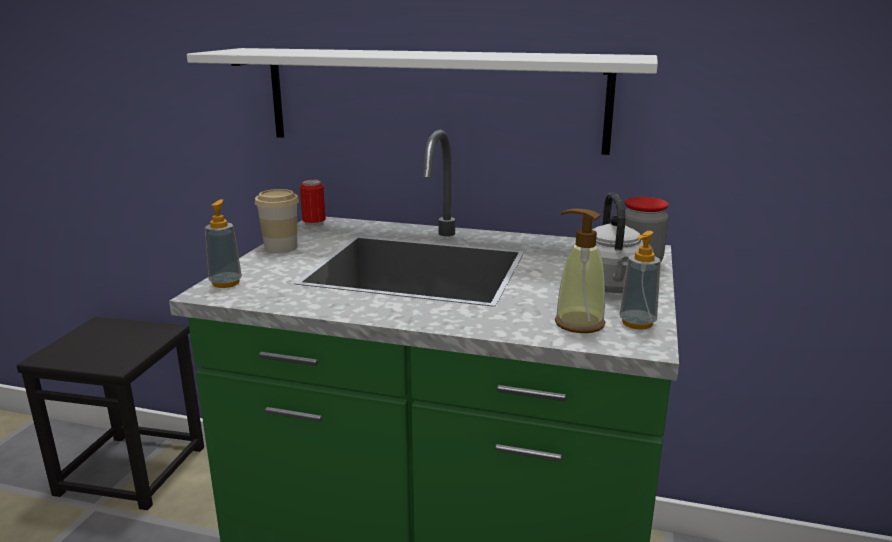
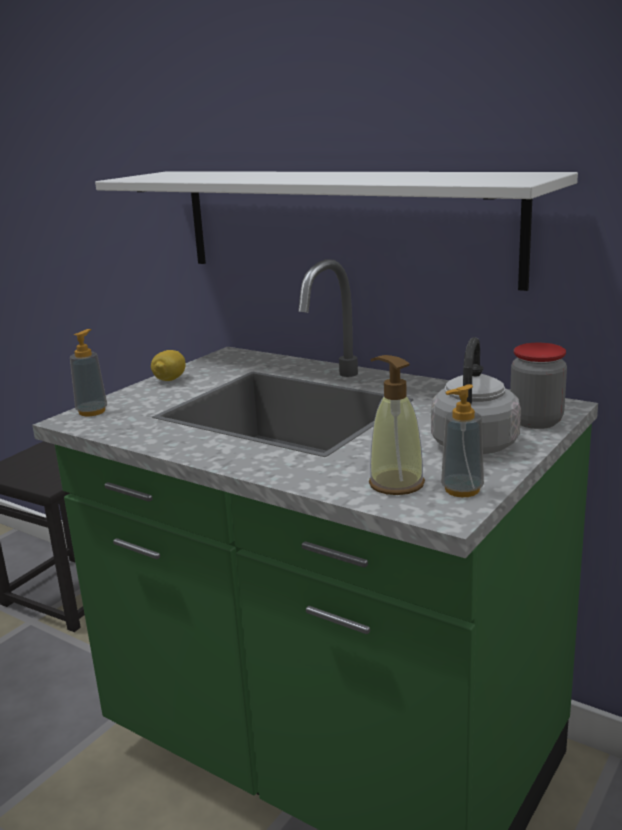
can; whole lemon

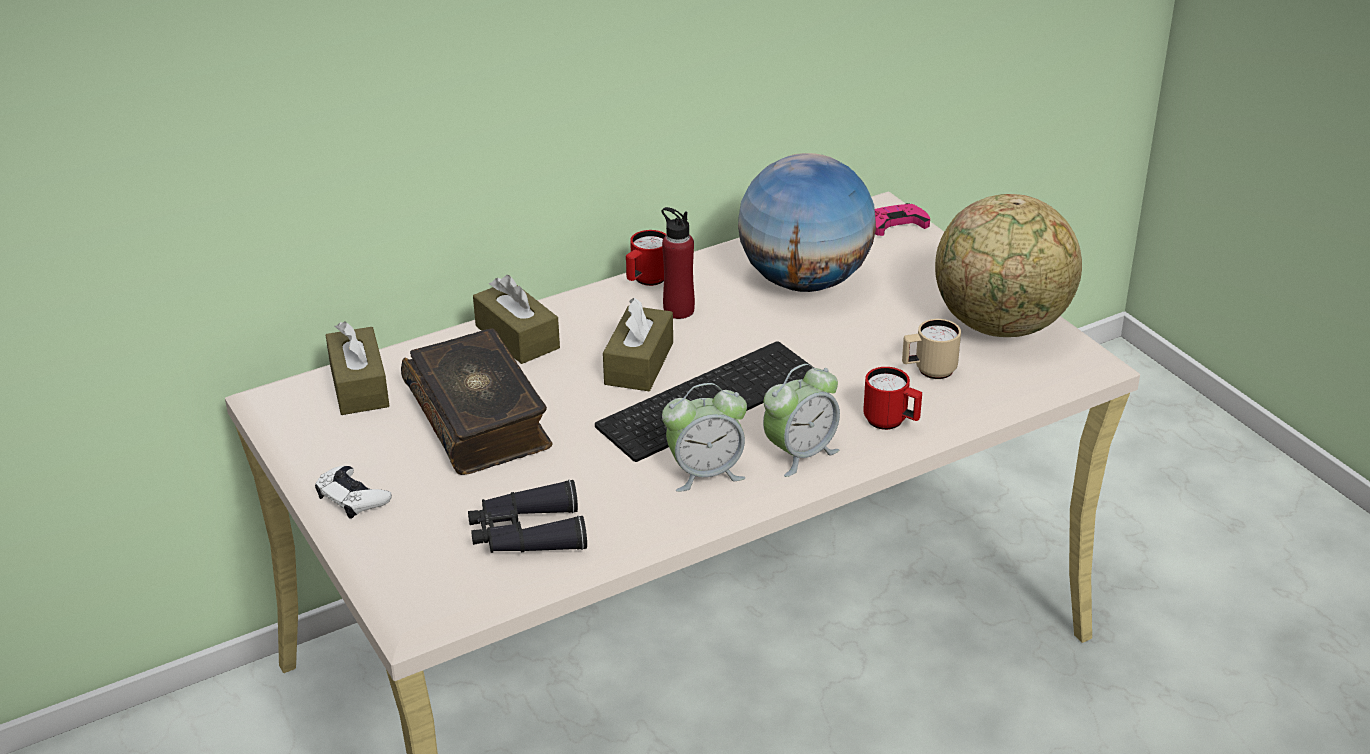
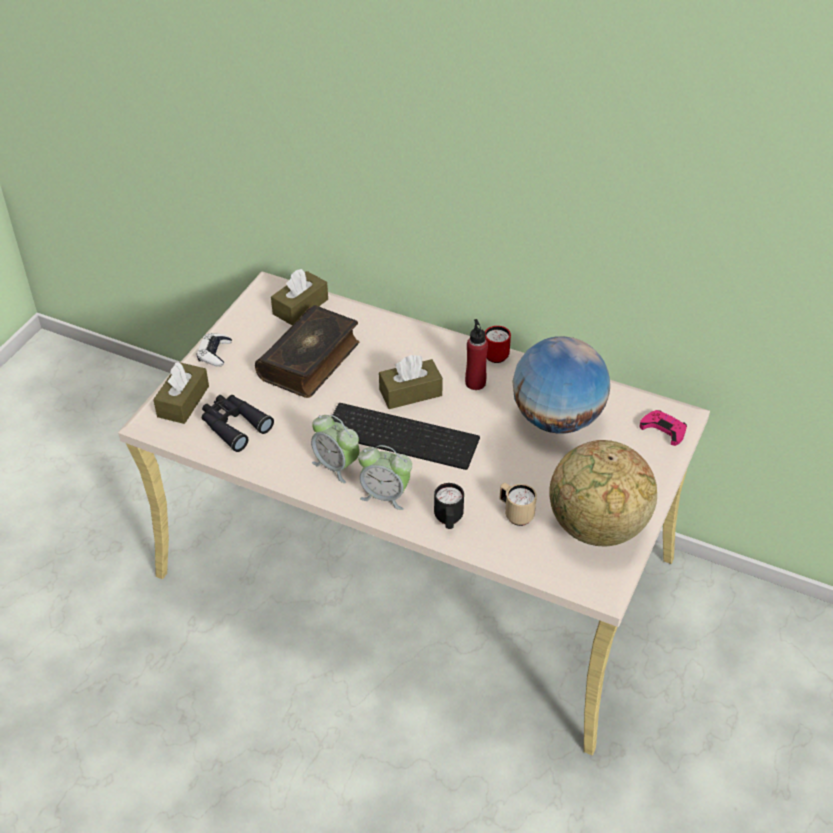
brown-coloured tissue holder (1st from left); black tea mug

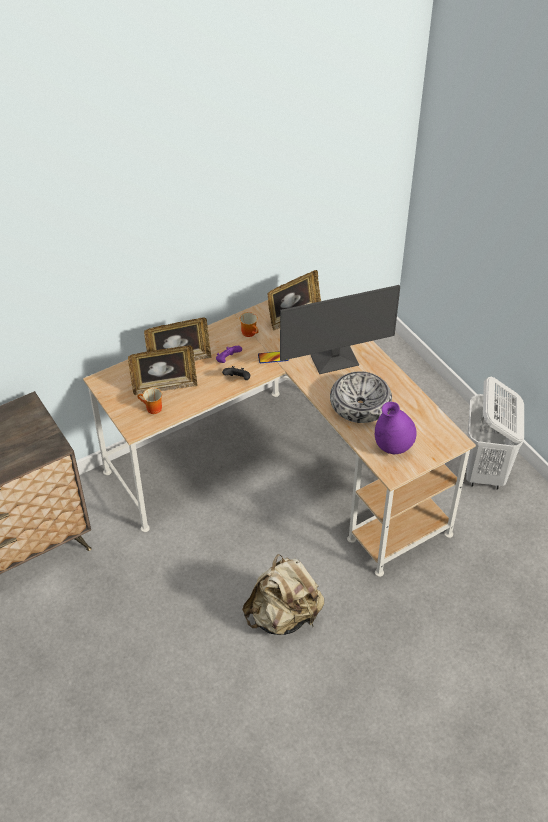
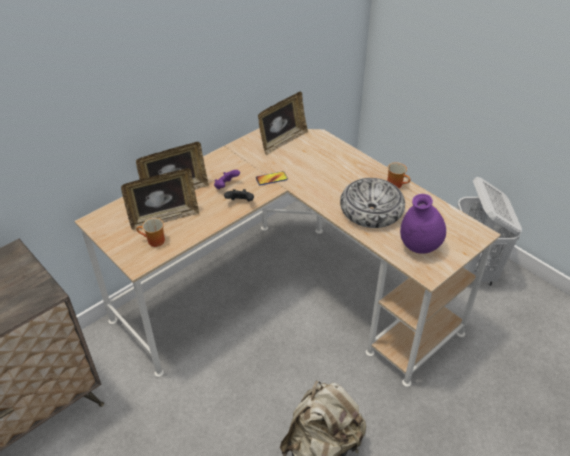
computer screen; tea mug (2nd from left)

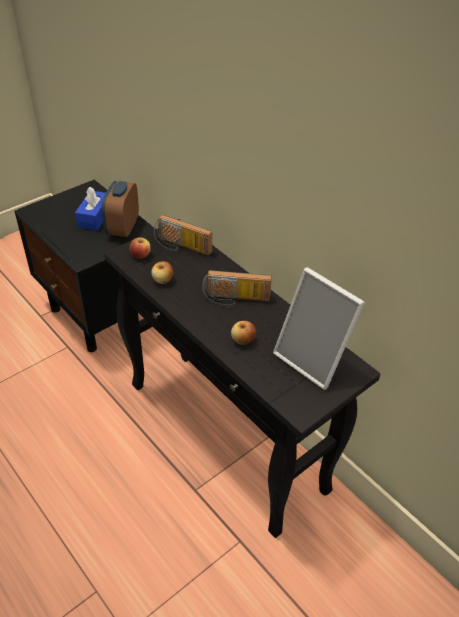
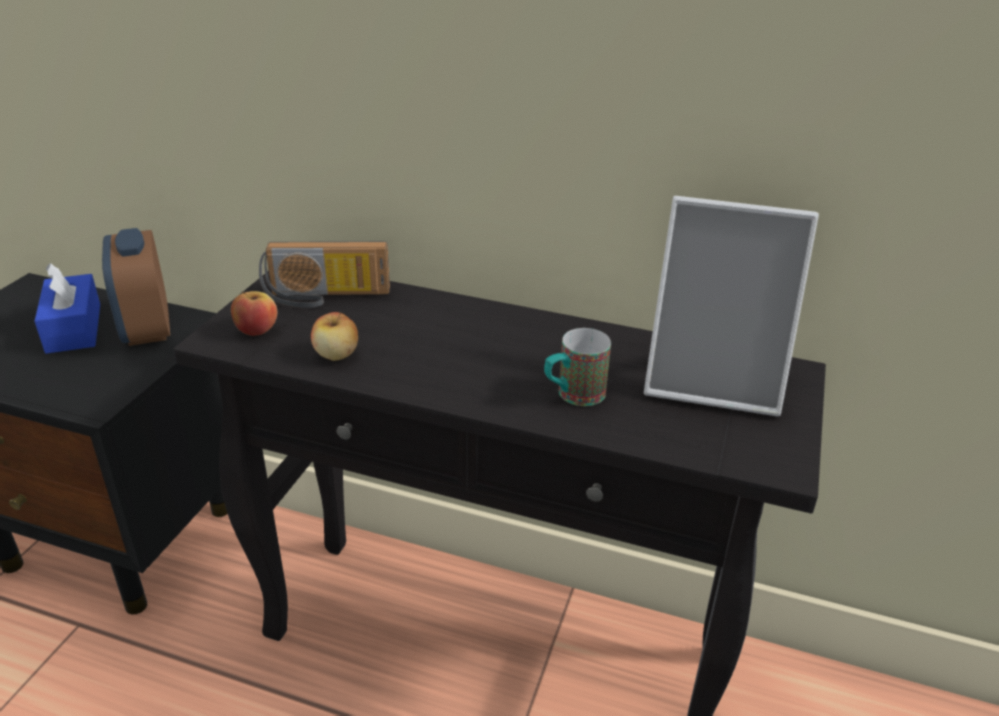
radio receiver (2nd from left in the first image); tea mug

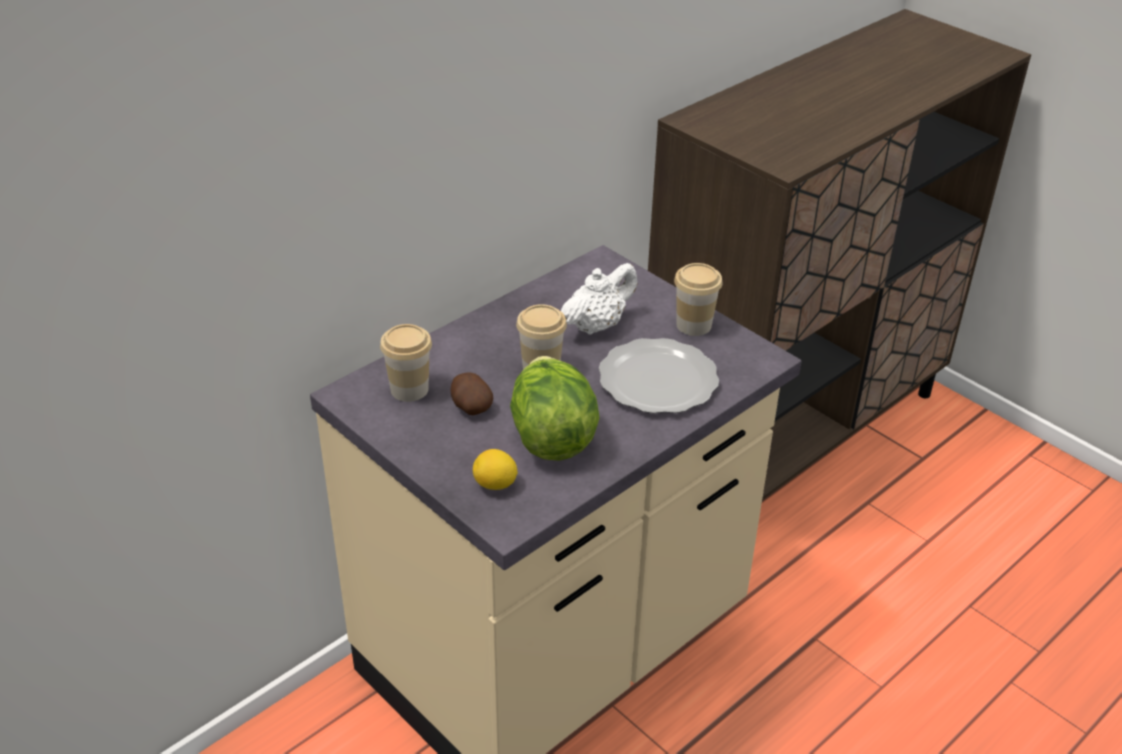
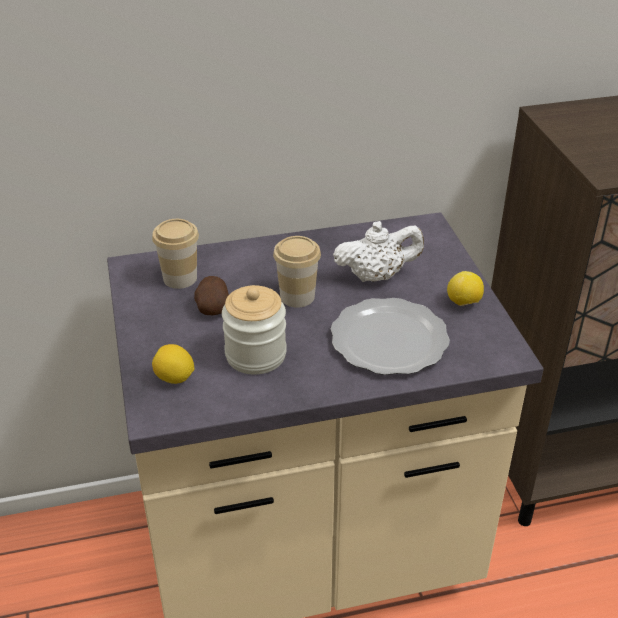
whole lemon (2nd from left); jar

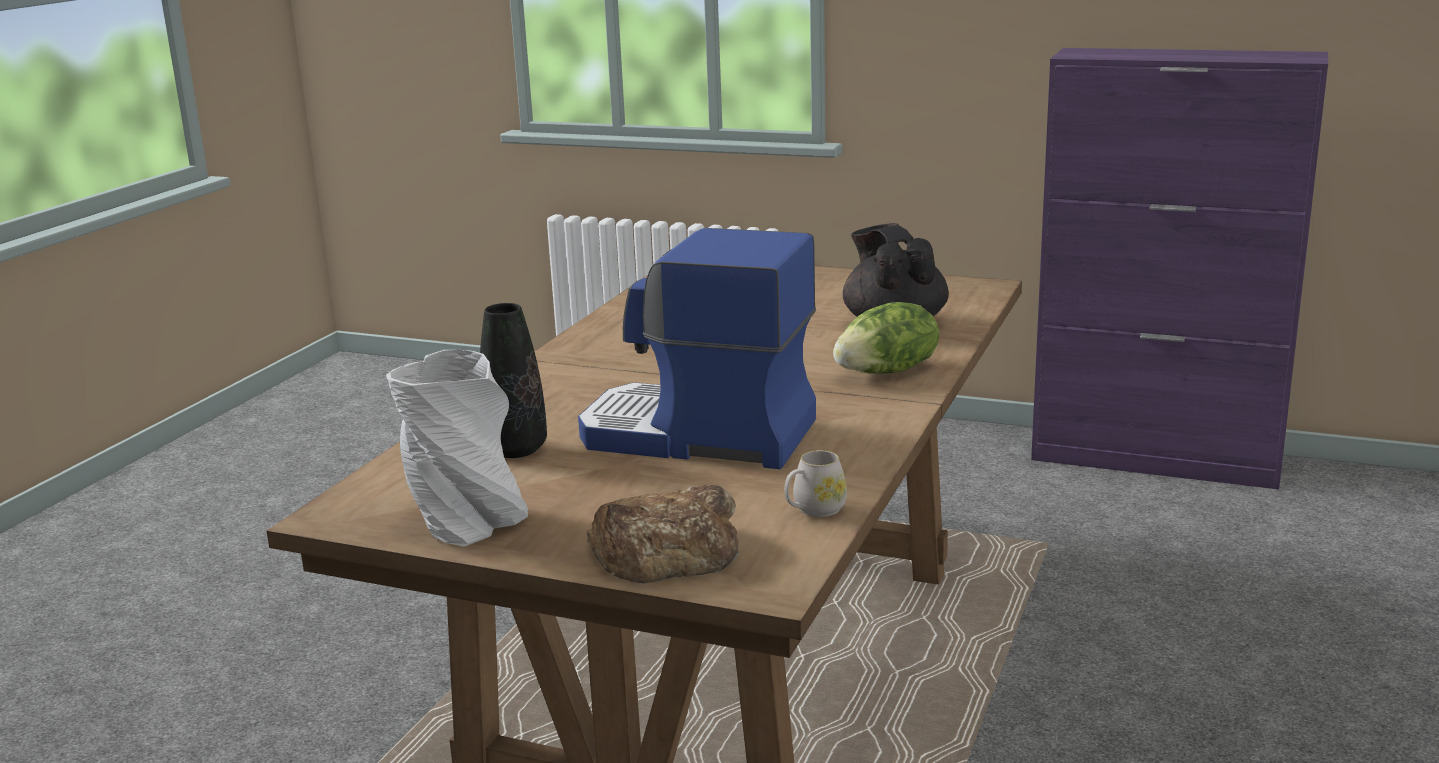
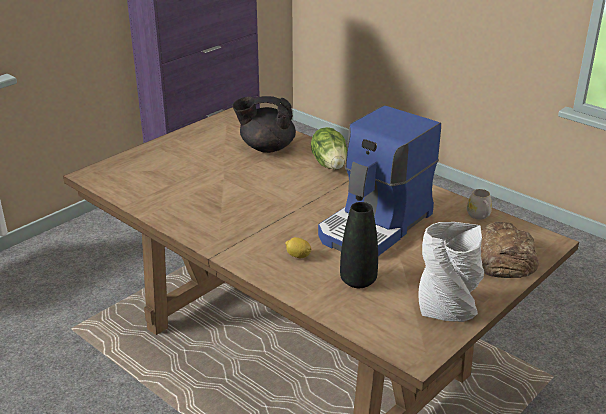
whole lemon

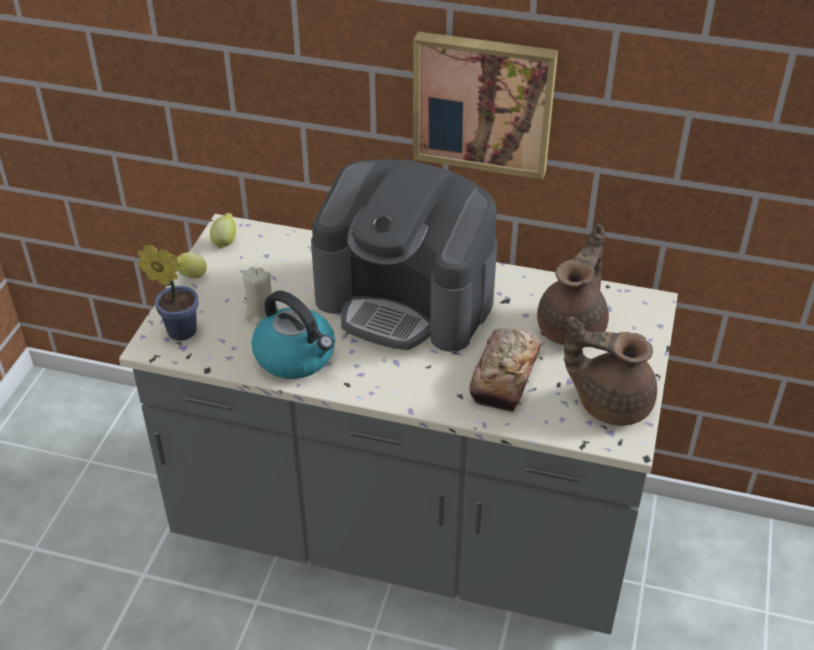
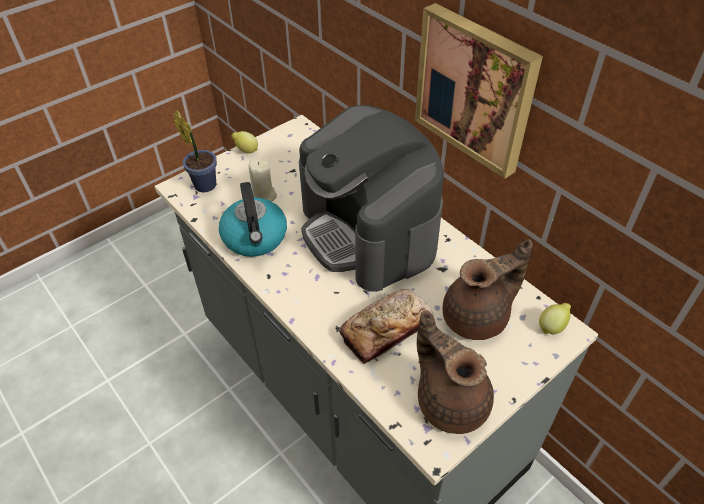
whole lemon (2nd from left)

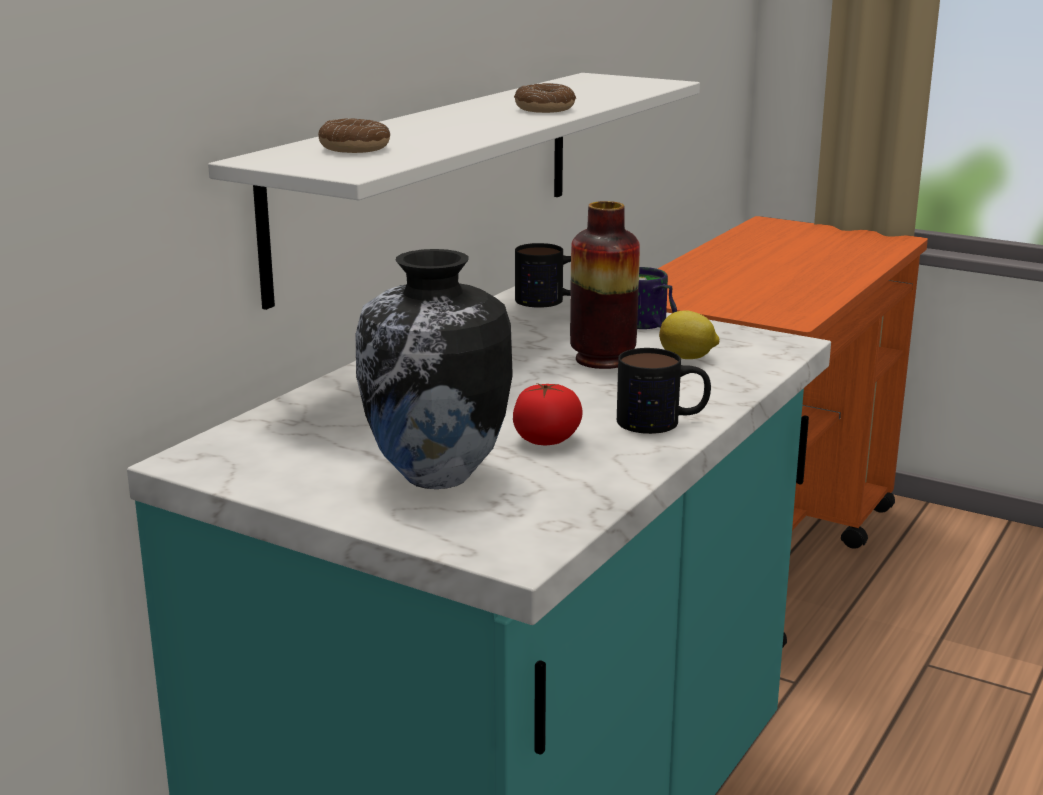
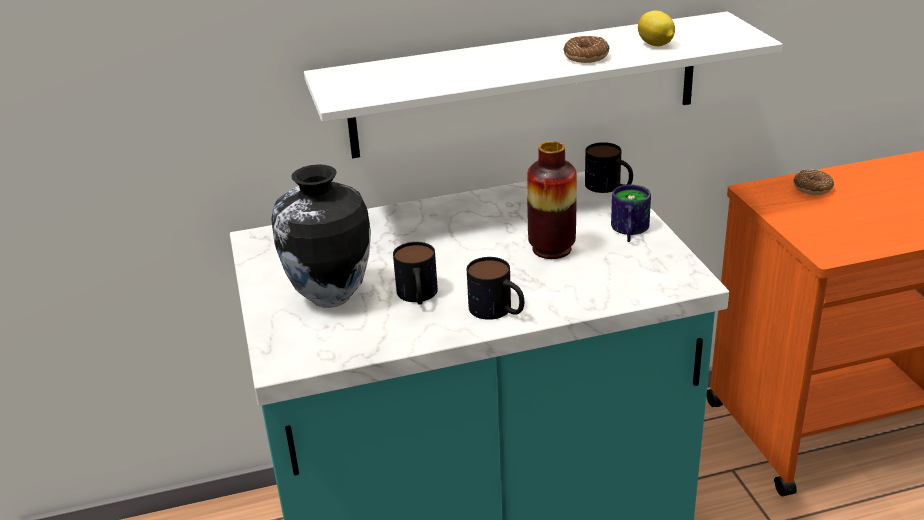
donut (2nd from left); whole lemon; tea mug (1st from left)

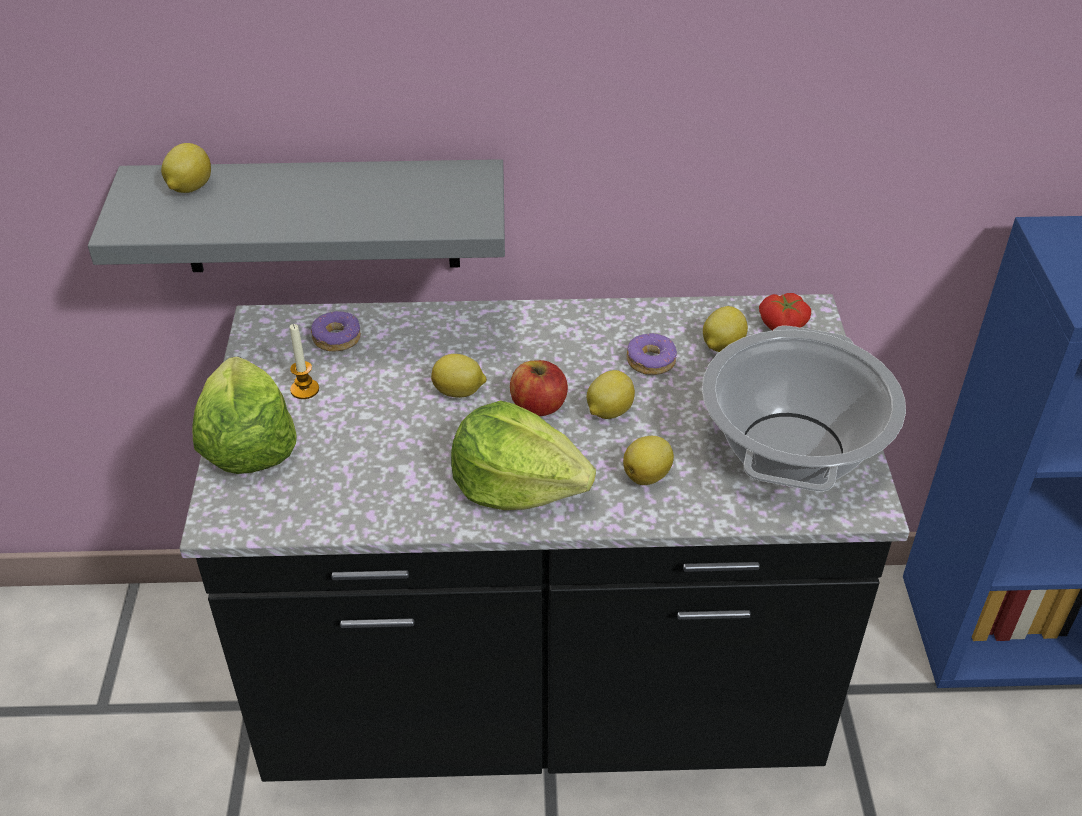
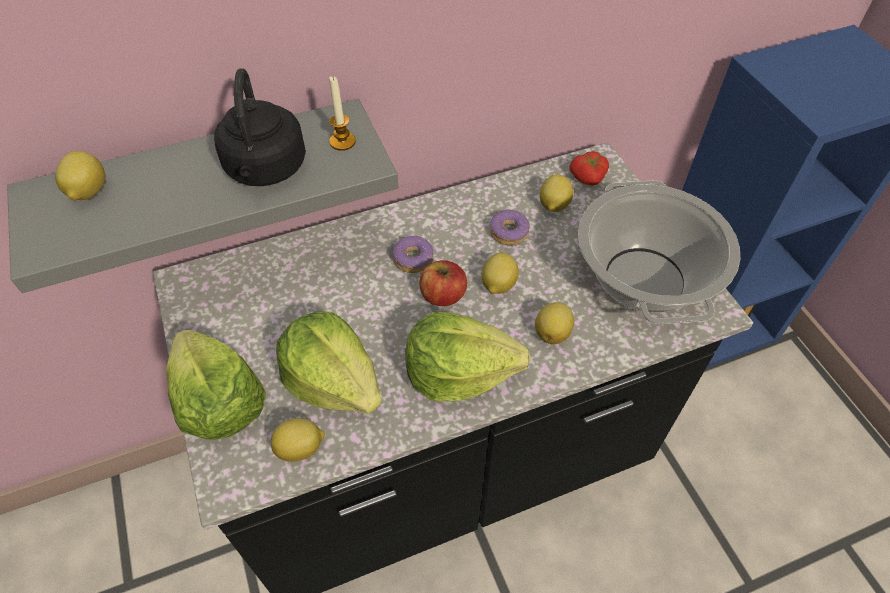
donut (1st from left); wax candle; whole lemon (2nd from left); black tea kettle; lettuce (2nd from left)

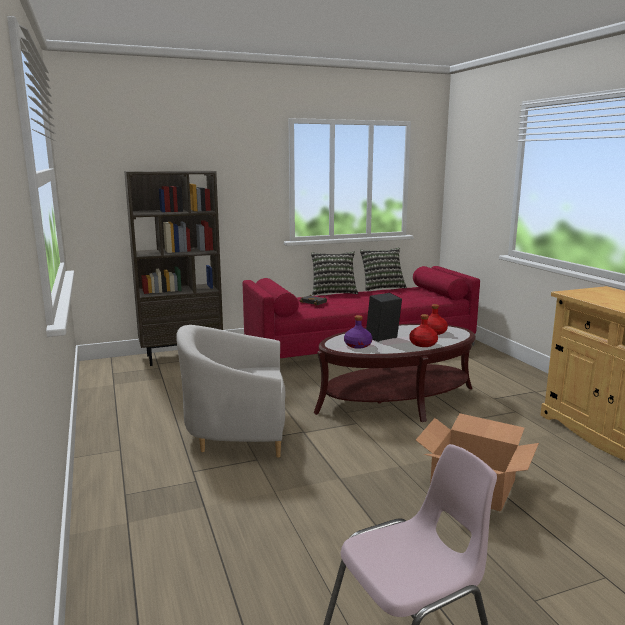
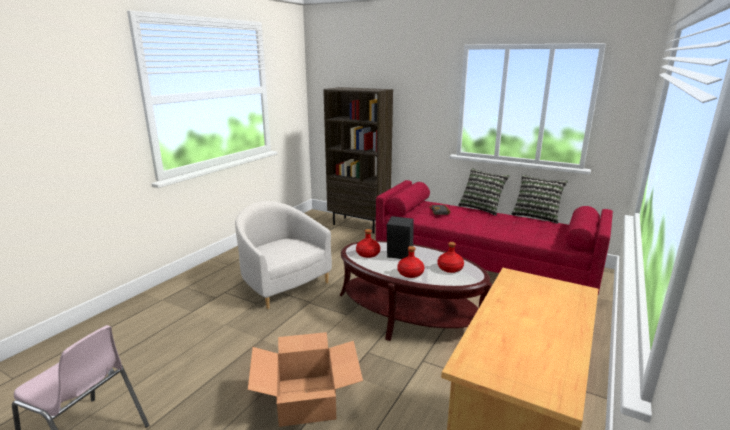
red-coloured beverage bottle (1st from left)

